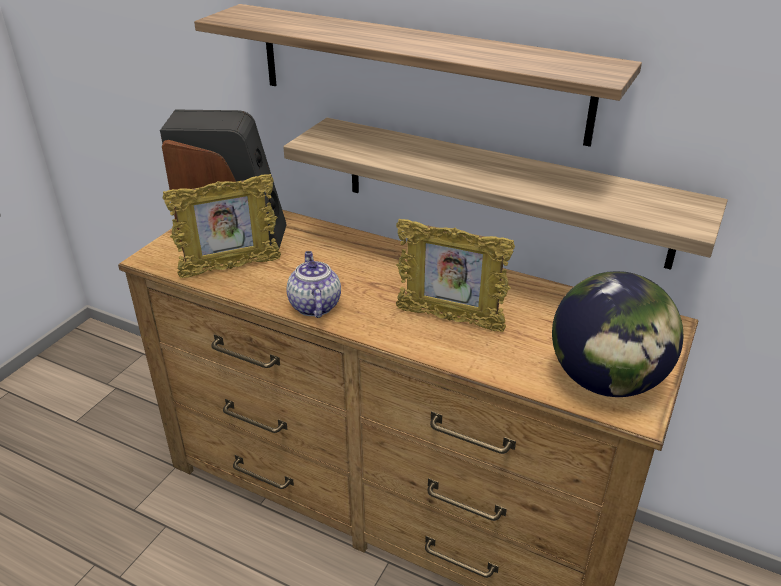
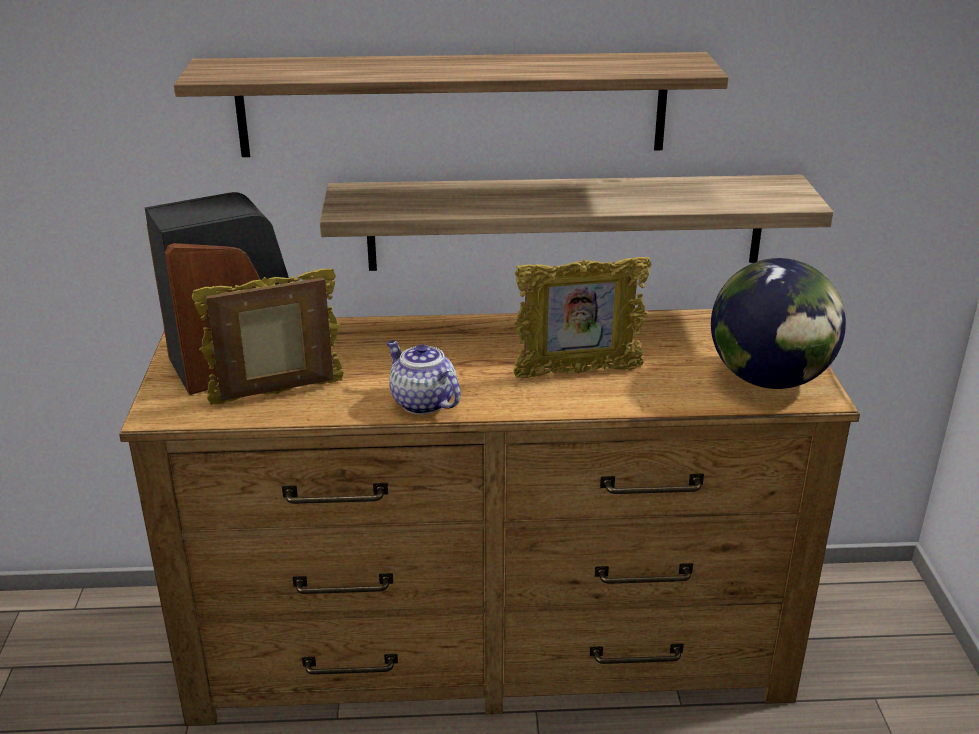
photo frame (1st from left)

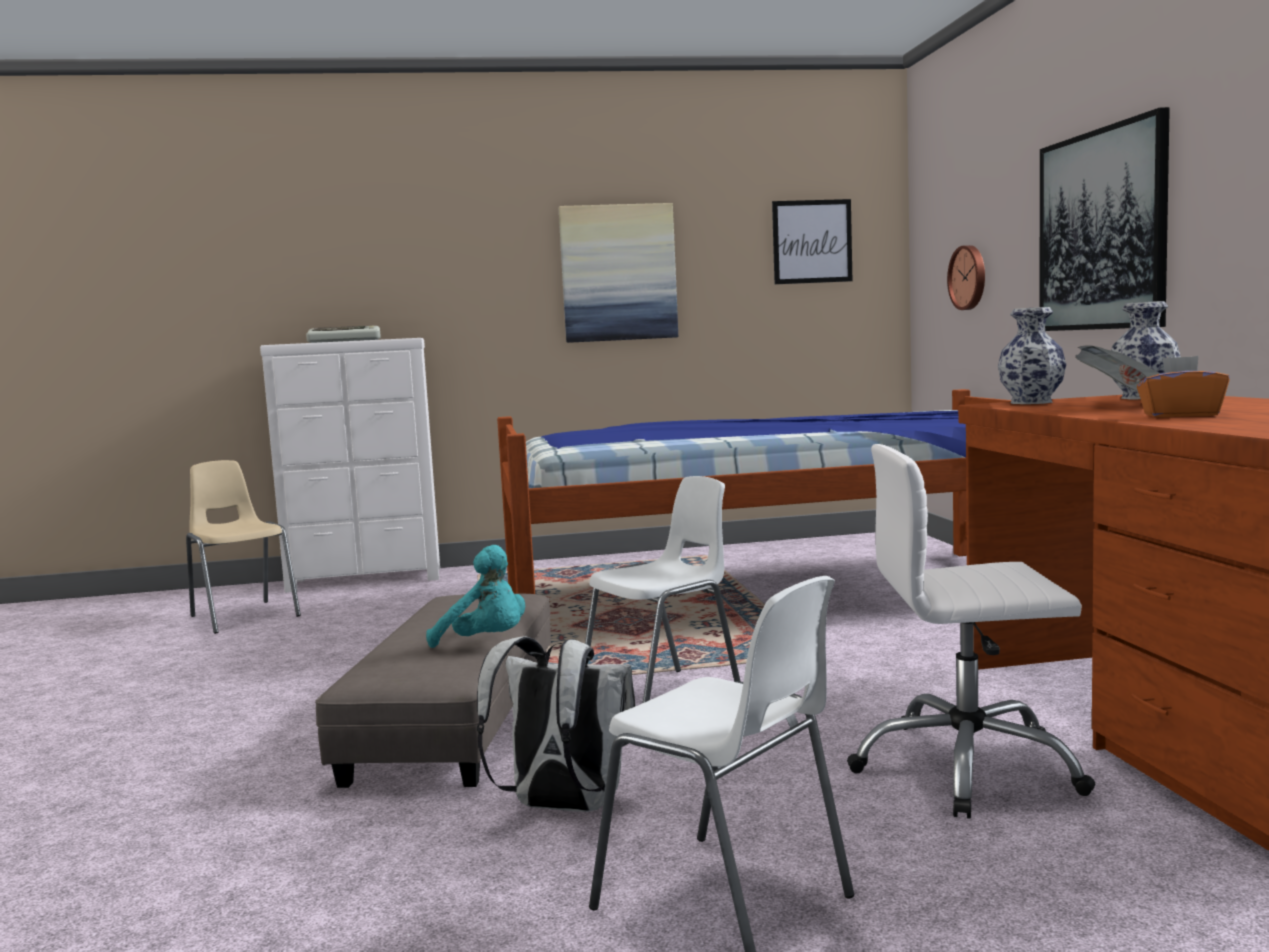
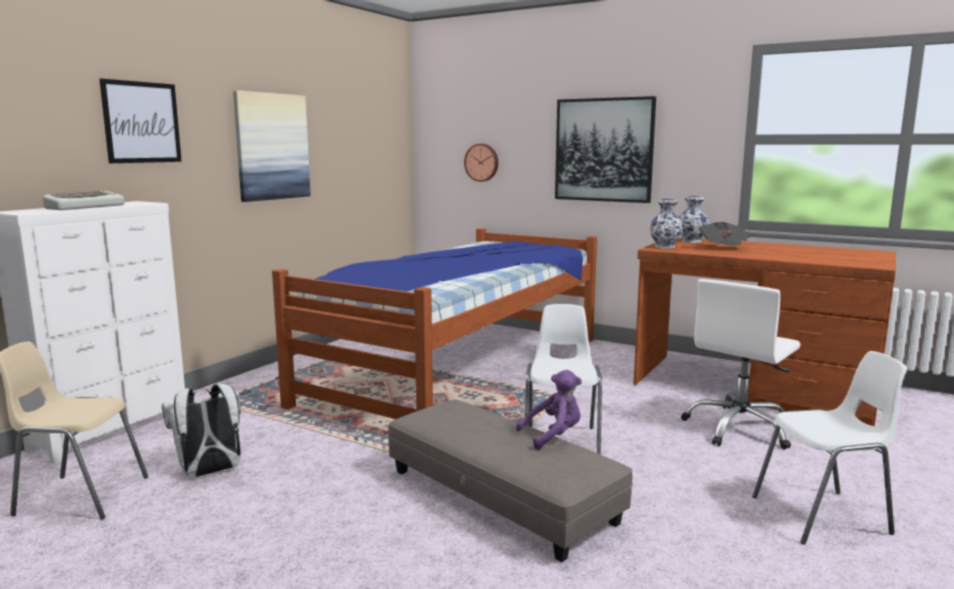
picture (1st from left); orangey tissue holder; purplish plush toy; white-coloured knapsack

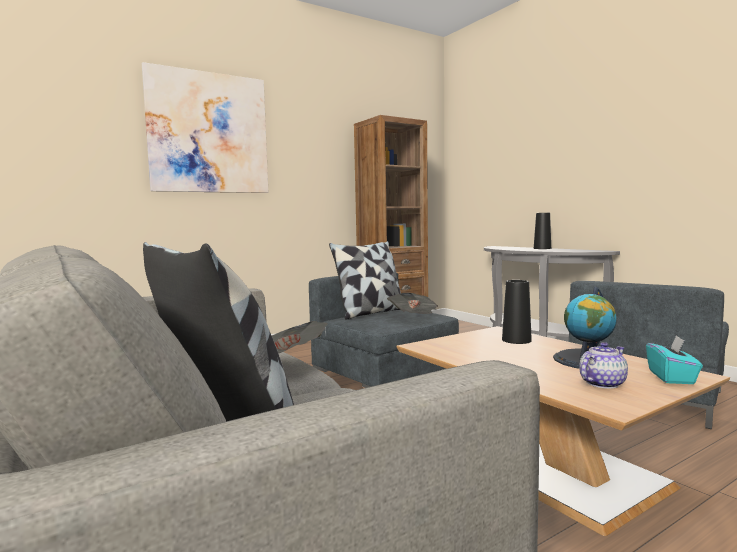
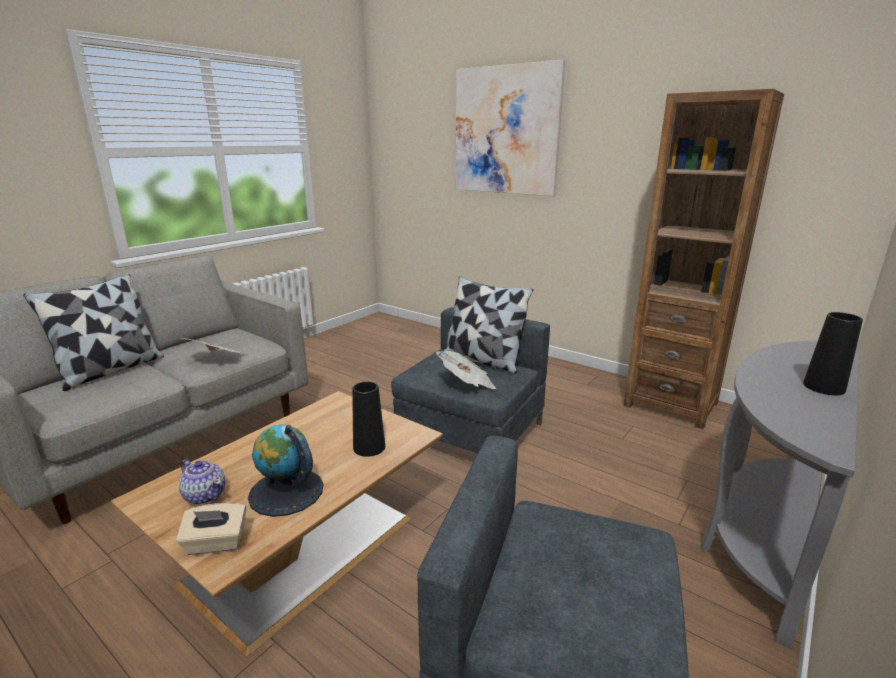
beige tissue holder

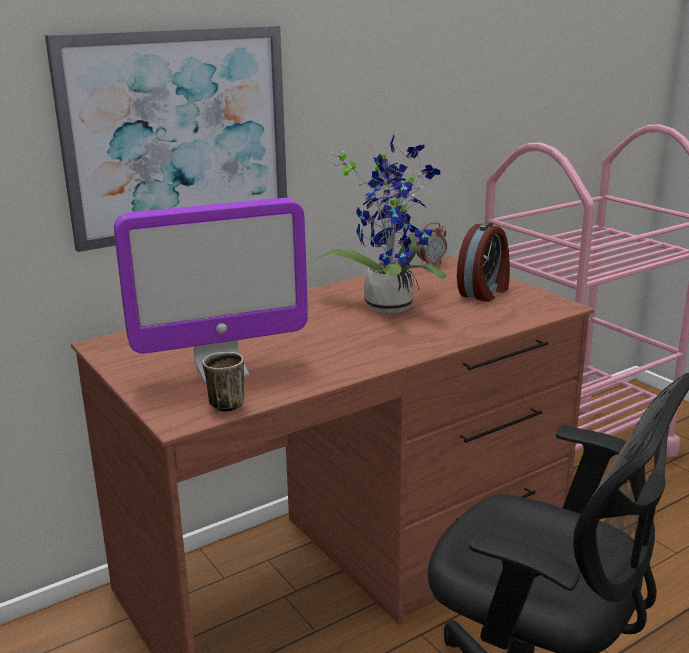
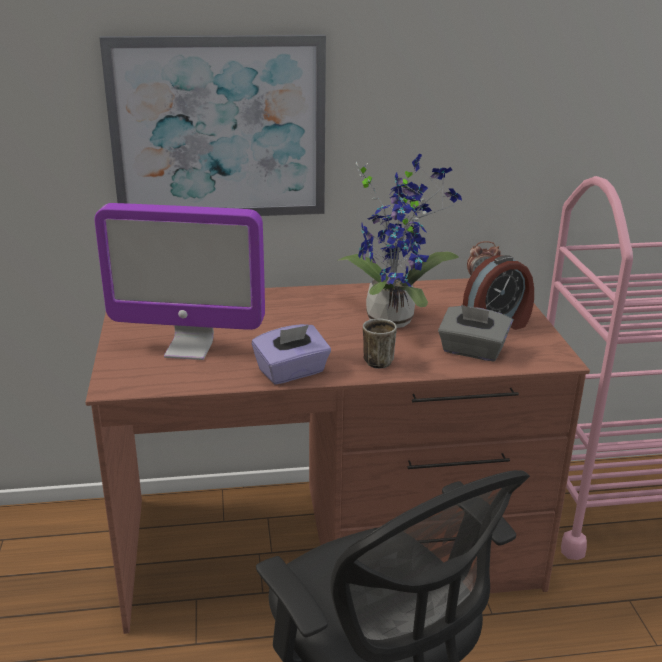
tea mug; gray tissue holder; purplish tissue holder

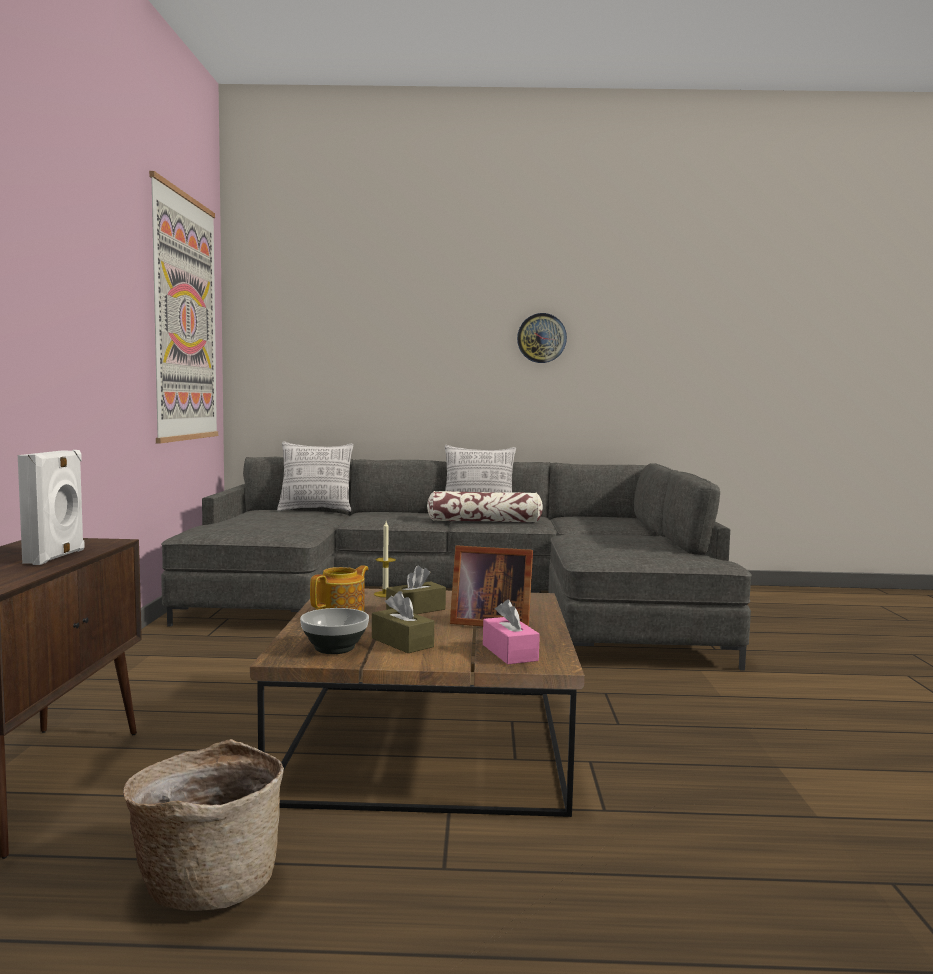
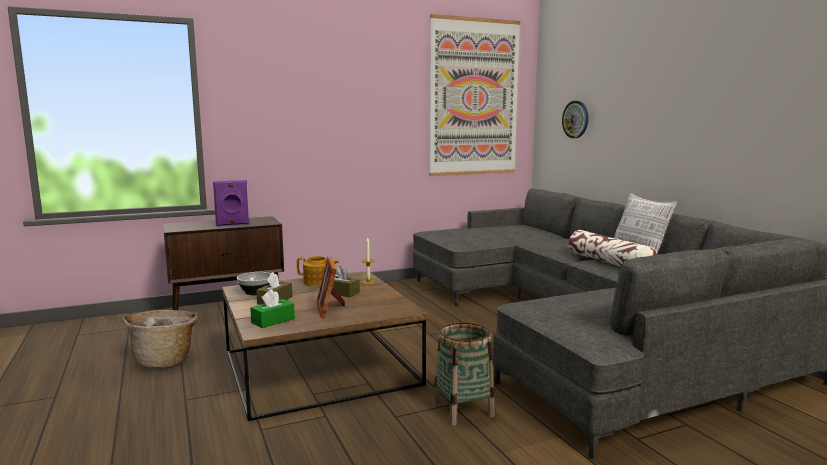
hanging clock; cushion (1st from left in the first image); purplish audio speaker; green tissue holder; storage basket (2nd from left)

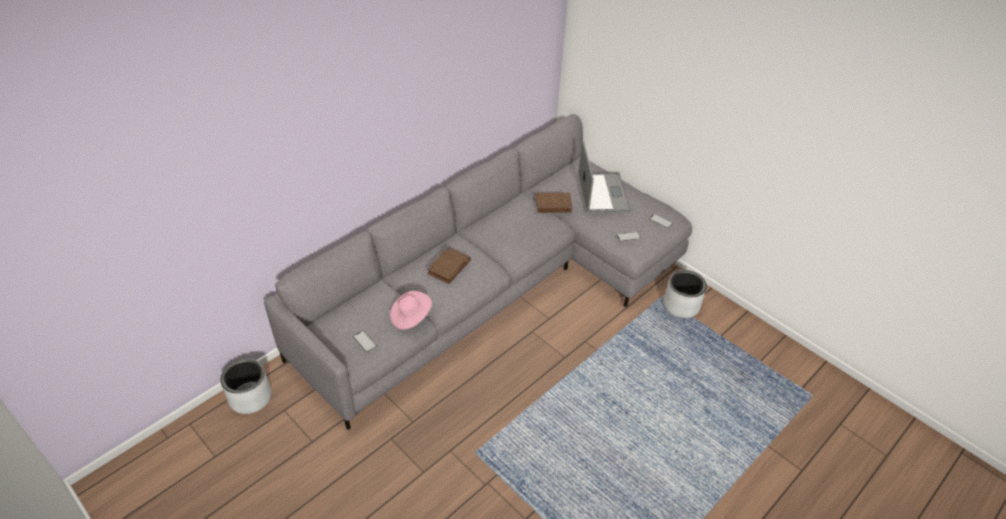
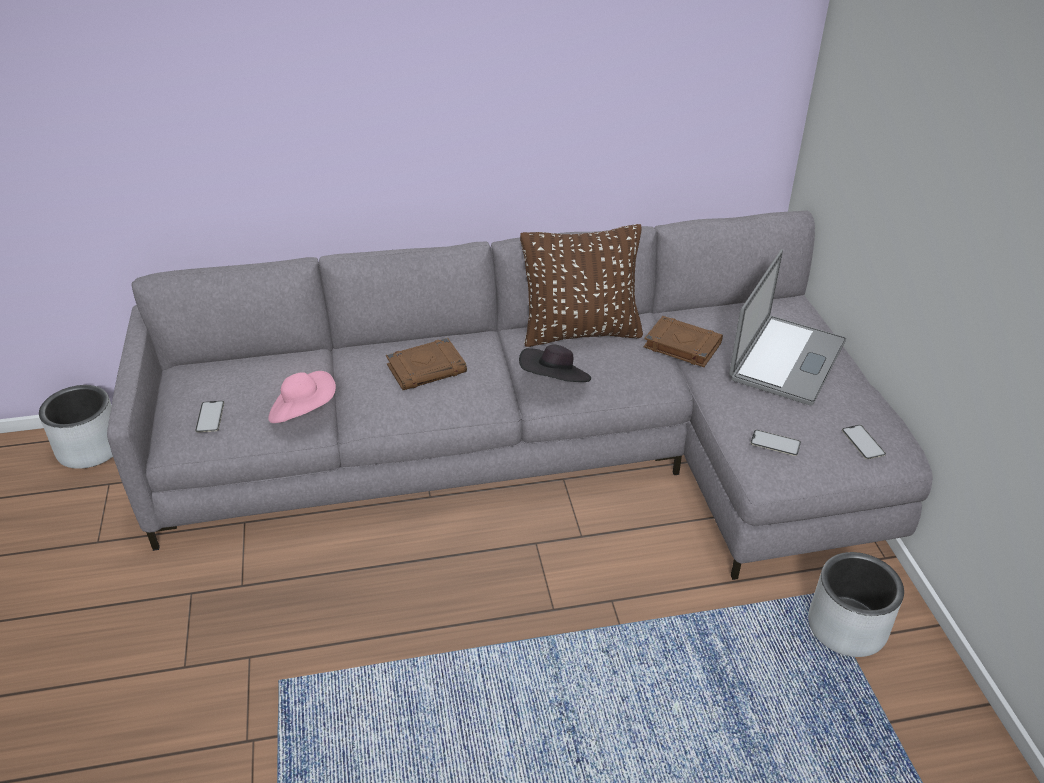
brown-coloured cushion; black wearable hat

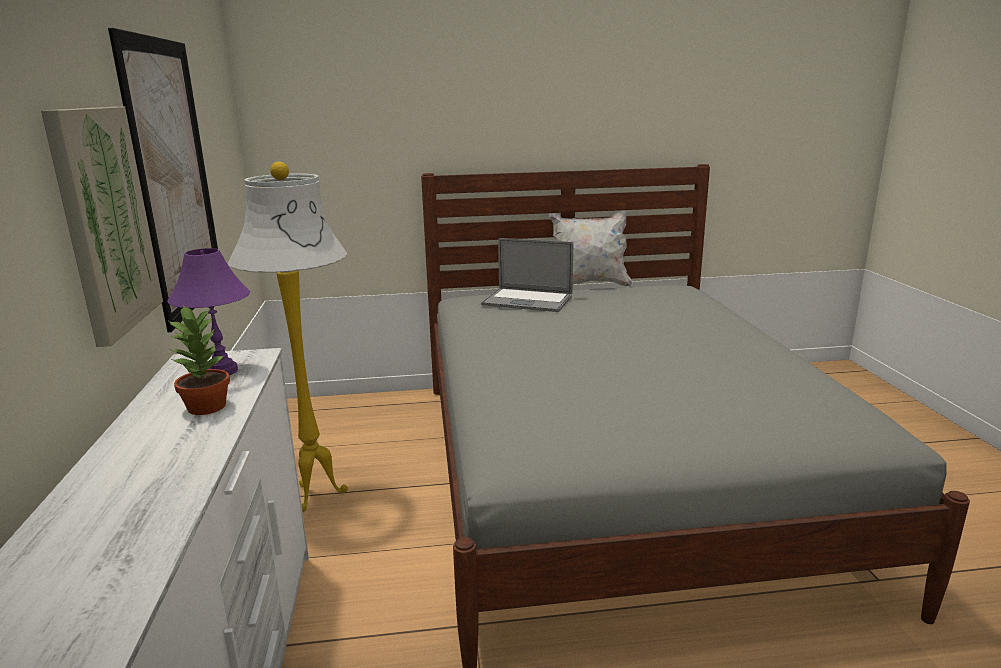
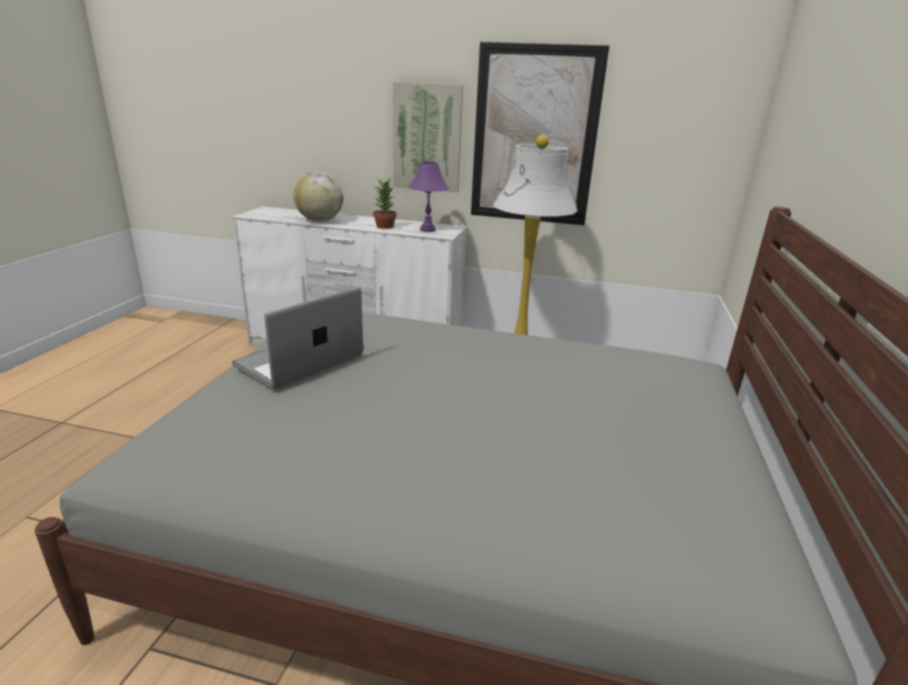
white-coloured cushion; notebook computer; world globe

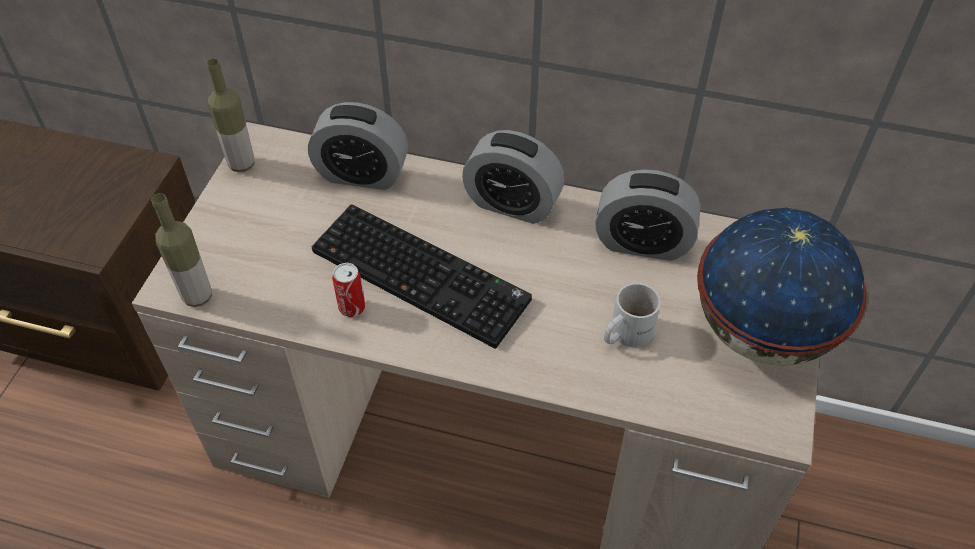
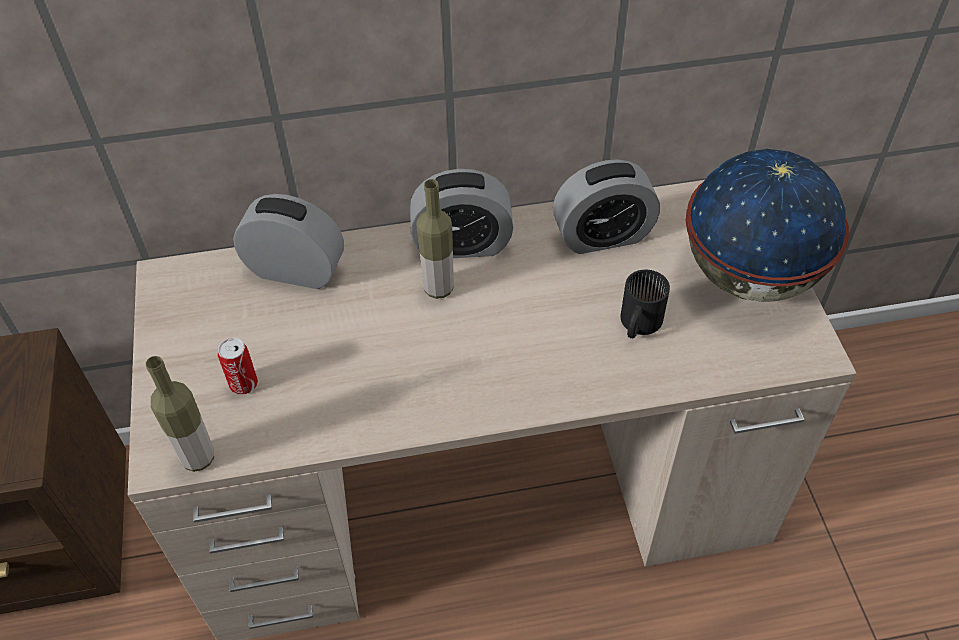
beverage bottle (2nd from left); bedside clock (1st from left); keyboard; can; black tea mug

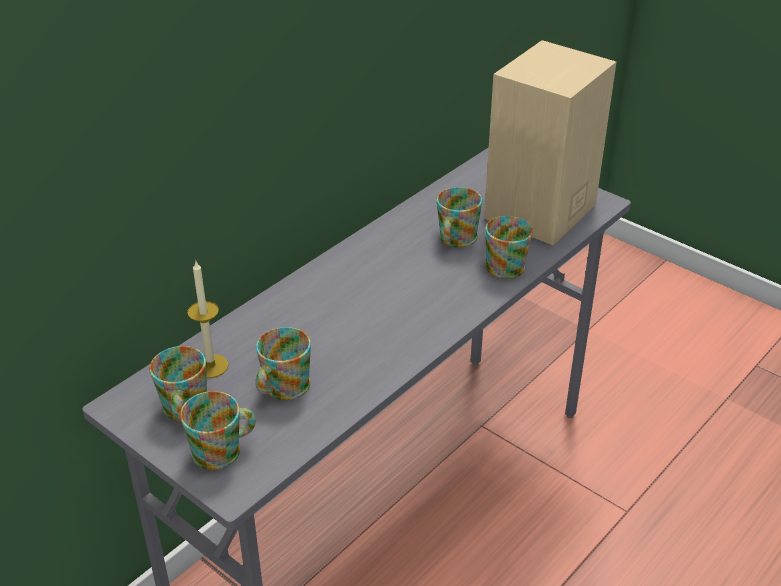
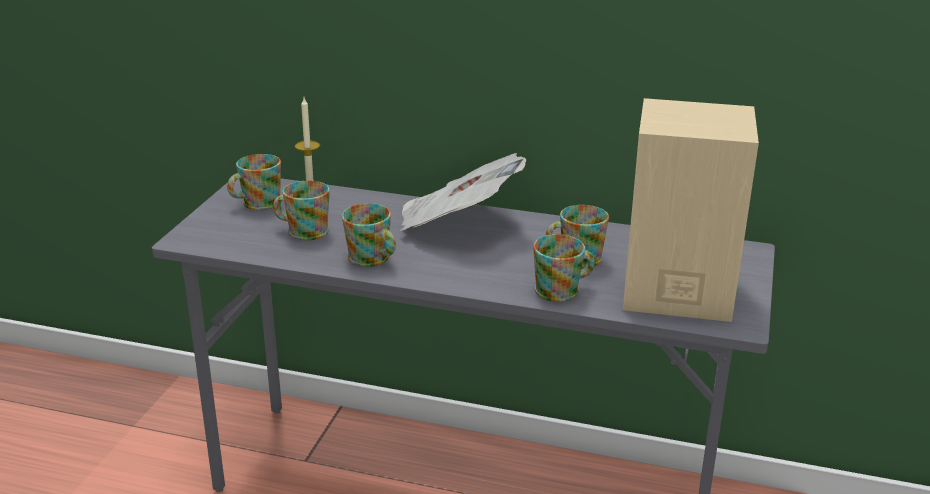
tea mug (3rd from left); printed paper

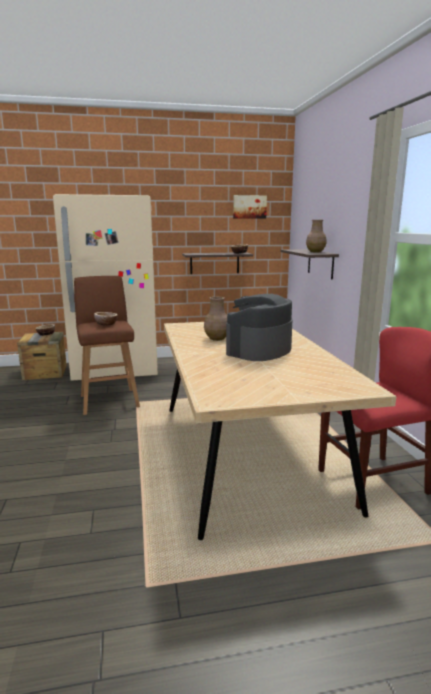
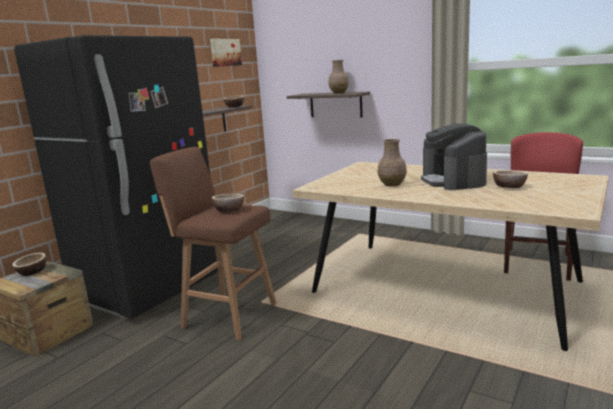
black fridge; bowl (4th from left)

